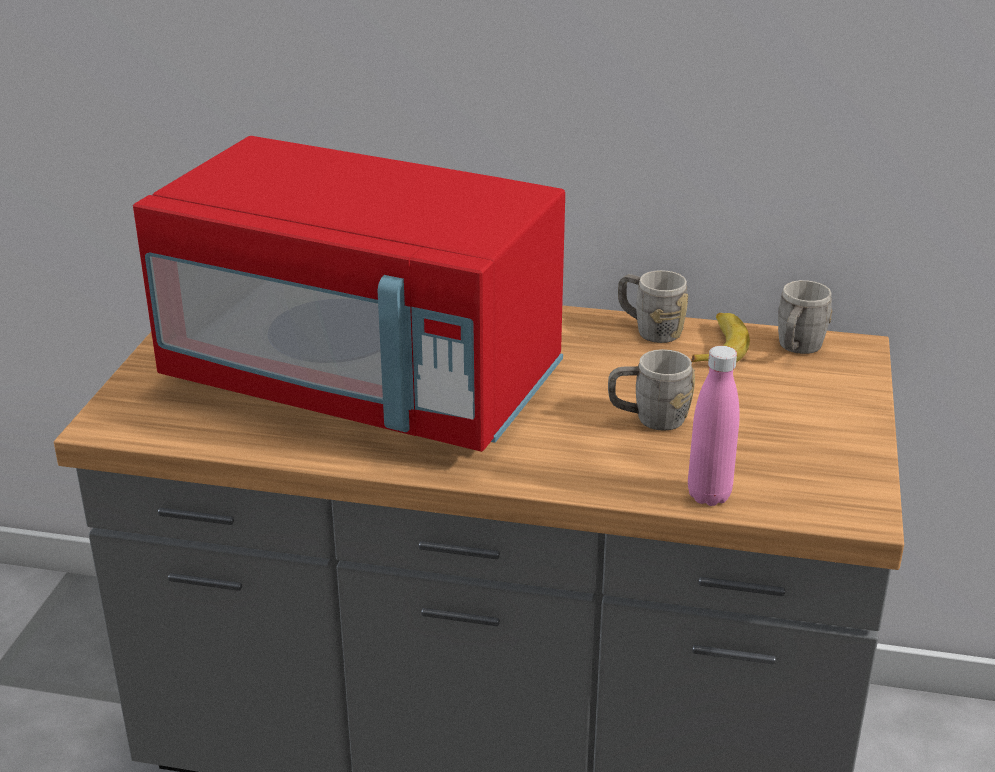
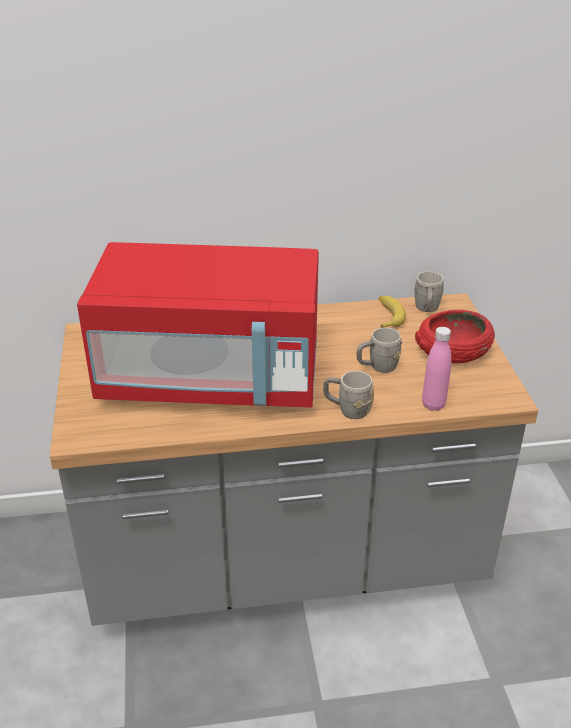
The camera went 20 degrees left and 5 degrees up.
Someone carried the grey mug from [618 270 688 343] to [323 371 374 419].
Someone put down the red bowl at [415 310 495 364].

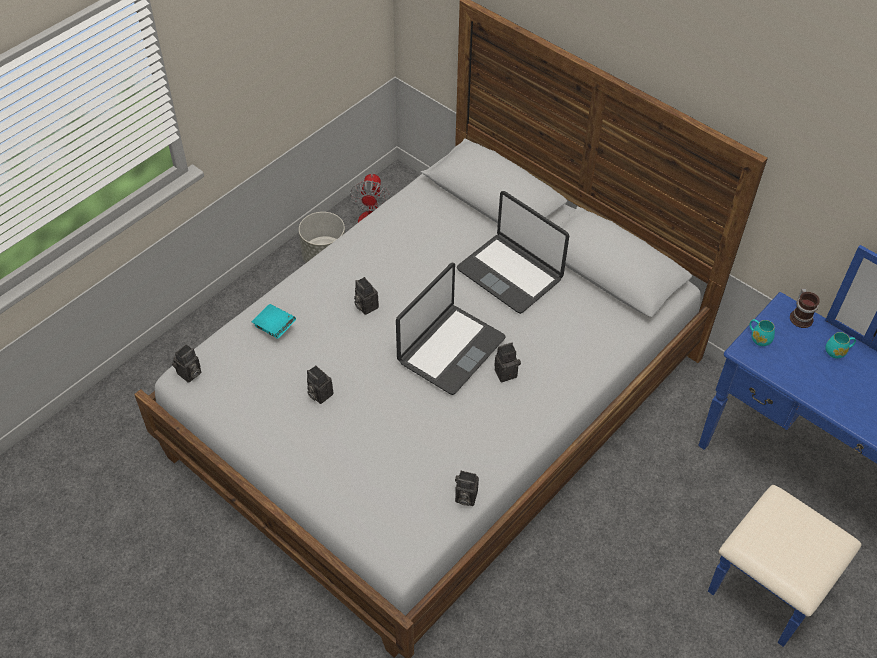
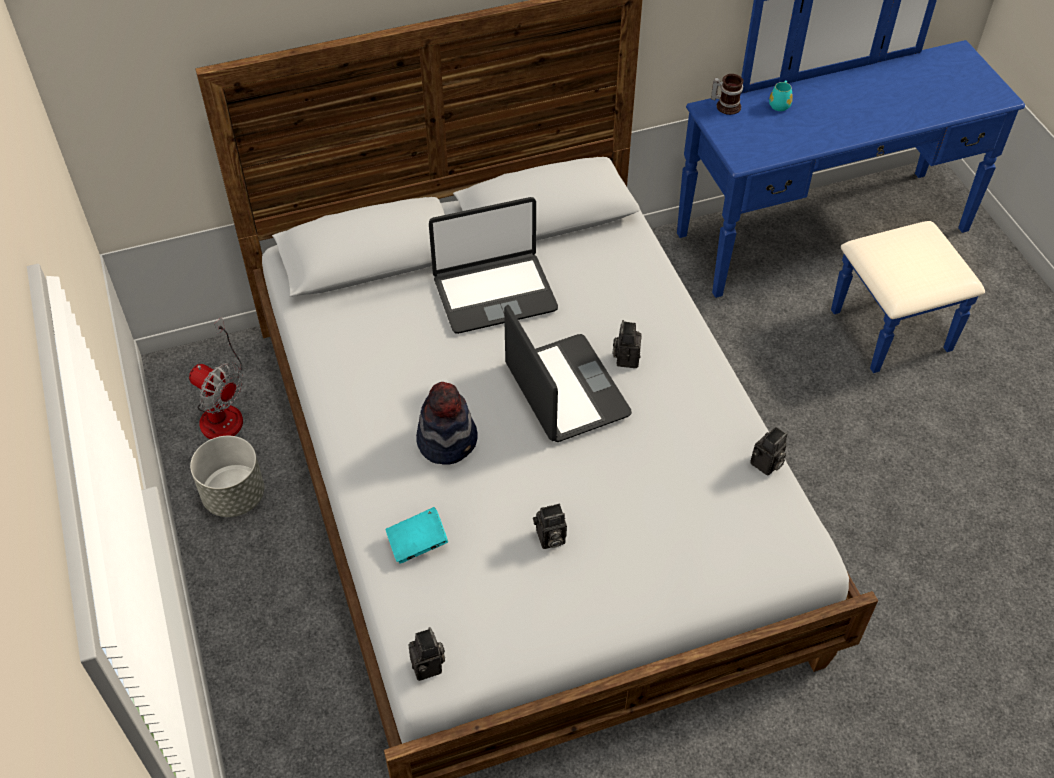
The camera went 60 degrees left and 0 degrees up.
Someone swapped the photo camera at [354 277 379 315] for the hat at [416 382 478 465].
Someone took away the turquoise mug at [749 319 775 346].

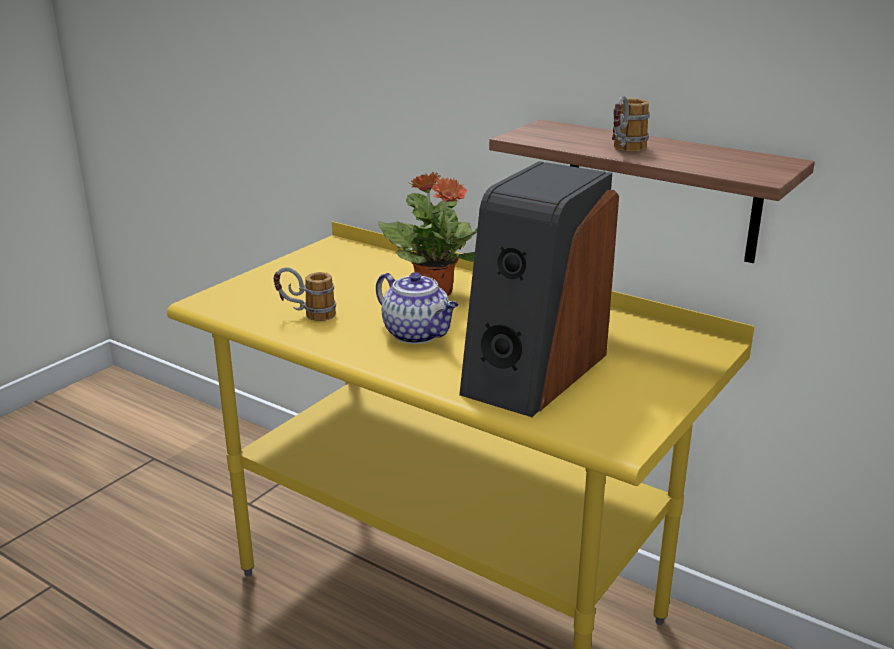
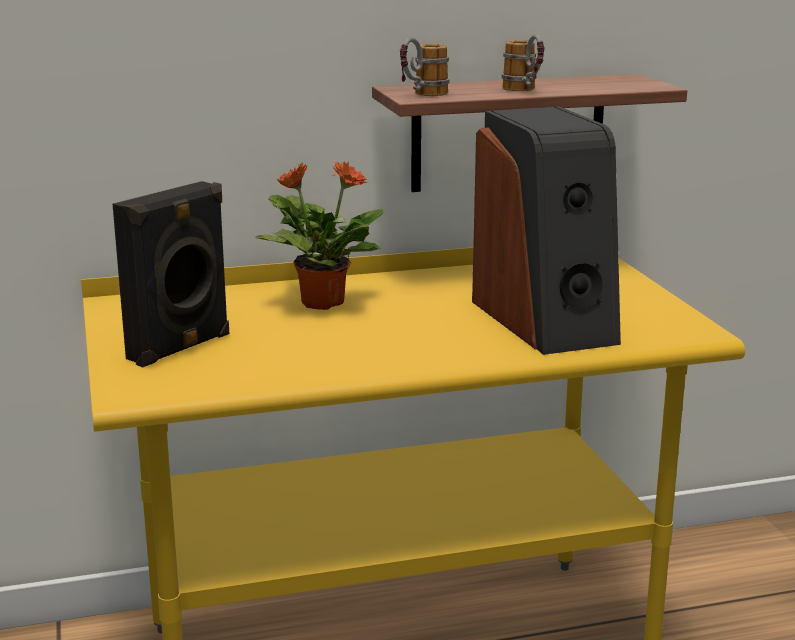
The camera went 50 degrees left and 5 degrees down.
Someone put down the black speaker at [113 181 229 367].
Someone carried the mug from [274 267 336 321] to [400 37 450 96].
Someone took away the teapot at [376 272 458 344].

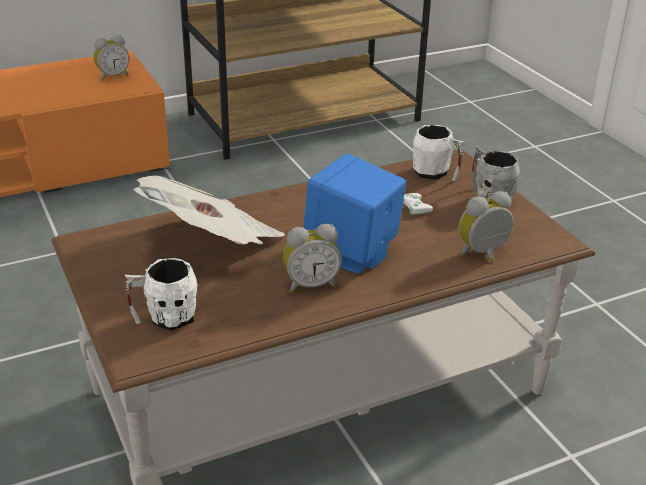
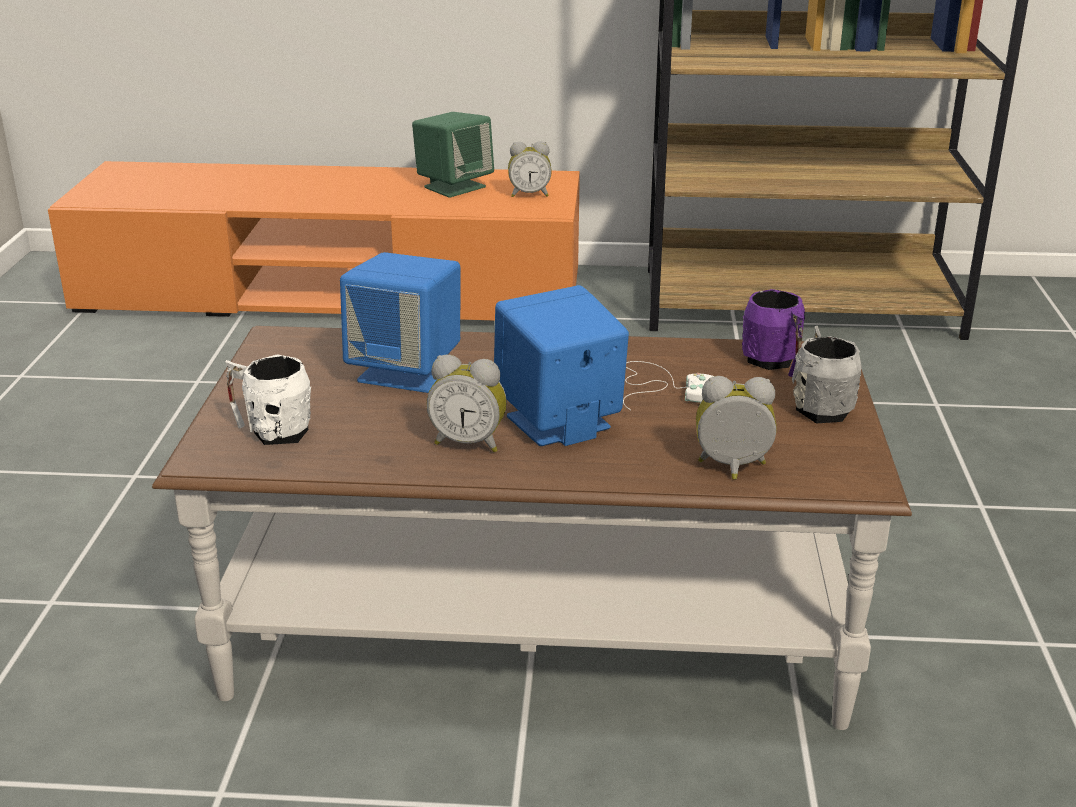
The camera went 30 degrees right and 5 degrees down.
Someone swapped the newspaper at [133 175 285 245] for the blue speaker at [340 252 460 393].
Someone put down the green speaker at [412 112 494 198].
Someone repainted the white mug at [413 125 463 181], which became the purple mug at [742 289 805 377].

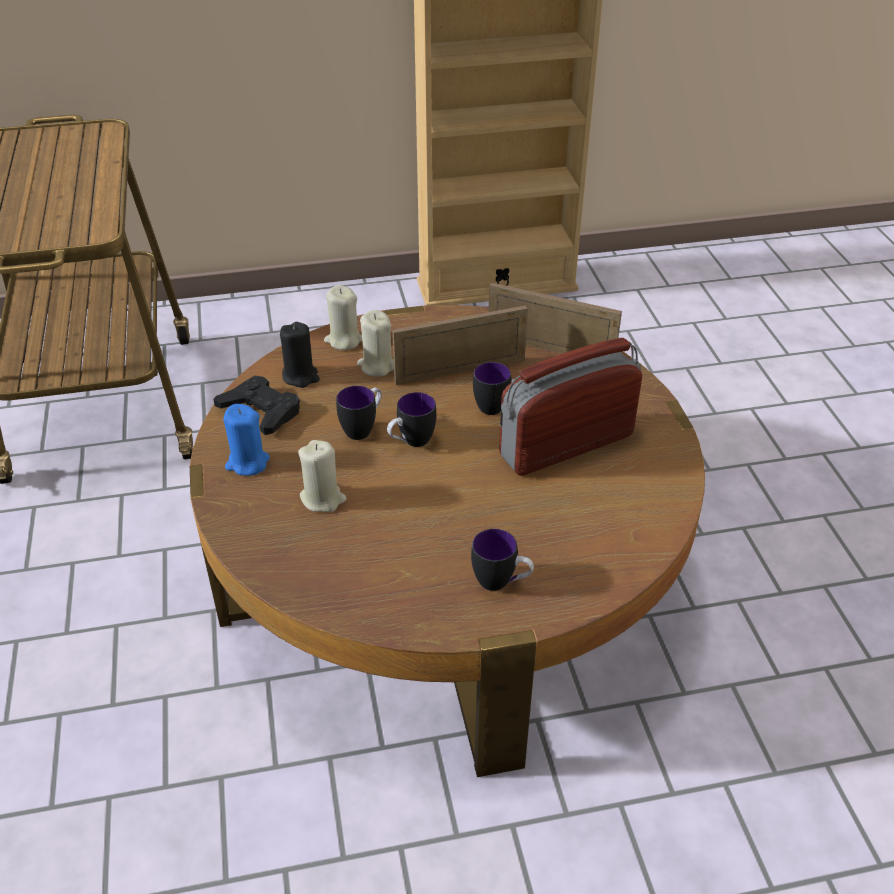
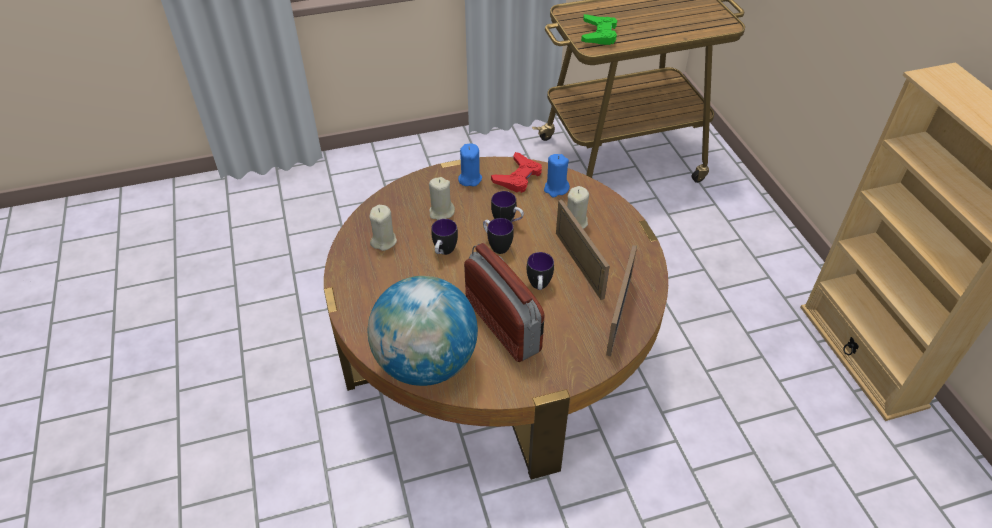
The camera went 85 degrees right and 5 degrees up.
Someone put down the globe at [368 276 478 386].
Someone carried the beige candle from [324 285 362 350] to [369 205 397 251].
Someone carried the mug from [471 529 534 591] to [431 219 458 255].
Someone repainted the black game controller at [213 376 300 435], which became the red game controller at [491 152 542 193].
Someone repainted the black candle at [280 322 320 388], which became the blue candle at [544 154 570 197].
Someone put down the green game controller at [581 14 617 45].

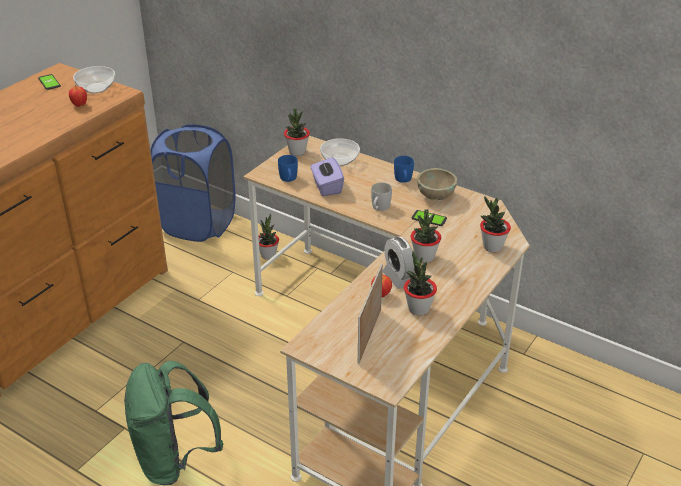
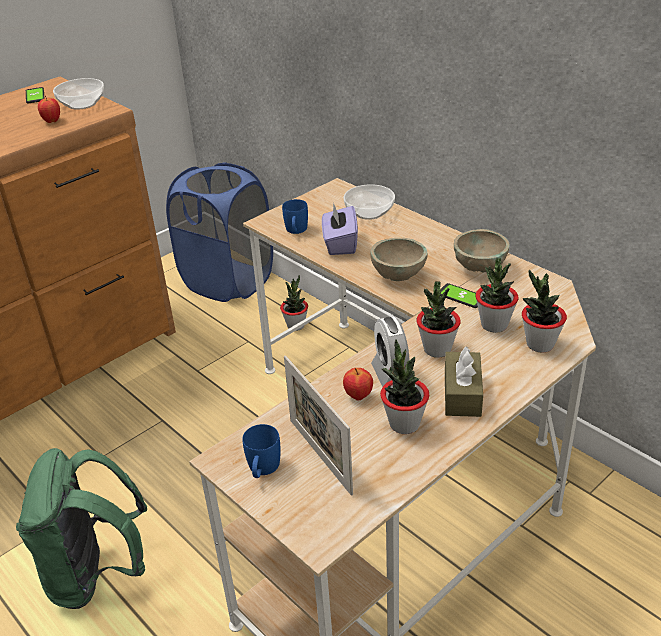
The camera went 15 degrees right and 0 degrees up.
Someone carried the blue mug from [394 156 414 183] to [242 424 281 478].
Someone rotated the picture frame at [358 264 383 364] by 60 degrees counterclockwise.
Someone swapped the white mug at [371 182 392 211] for the beige bowl at [370 238 427 281].
Someone put down the brown tissue box at [445 346 483 417].
Someone carried the potted plant from [284 108 310 156] to [475 258 519 333].

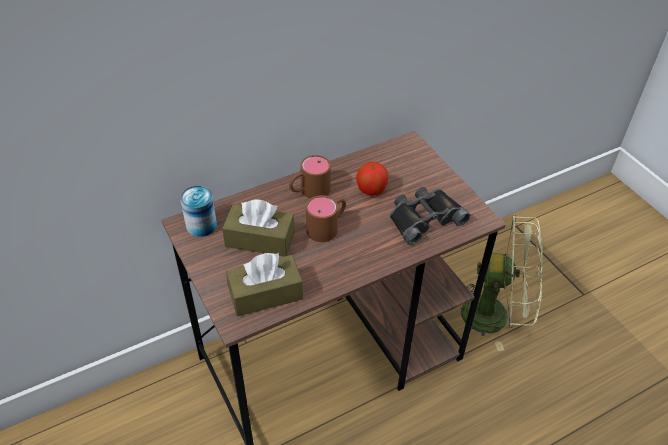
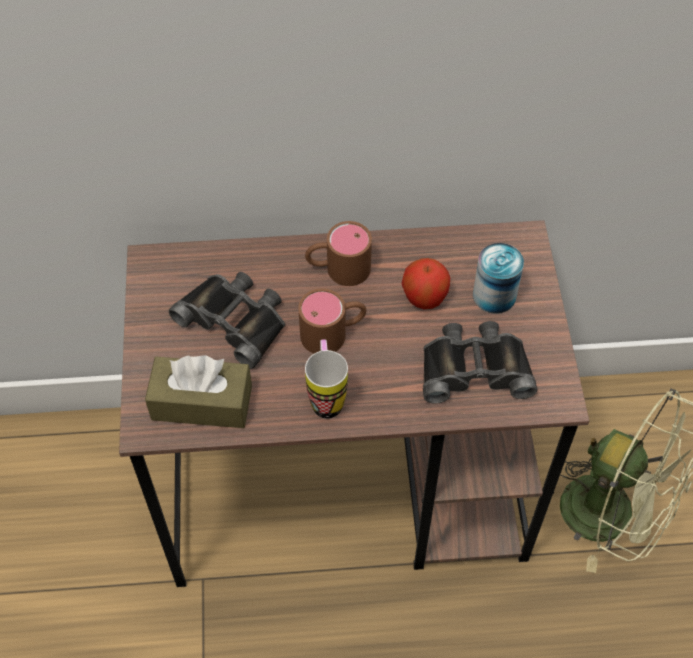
The camera went 25 degrees right and 10 degrees up.
Someone swapped the brown tissue box at [222 199 295 257] for the black binoculars at [169 272 285 369].
Someone put down the mug at [305 339 348 419].
Someone carried the can from [180 186 217 237] to [473 243 524 314].

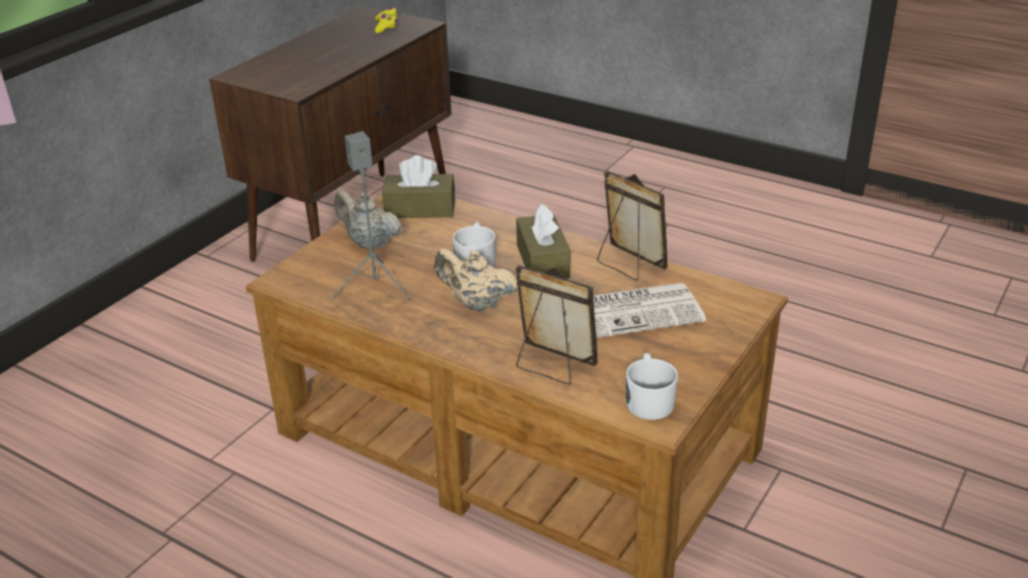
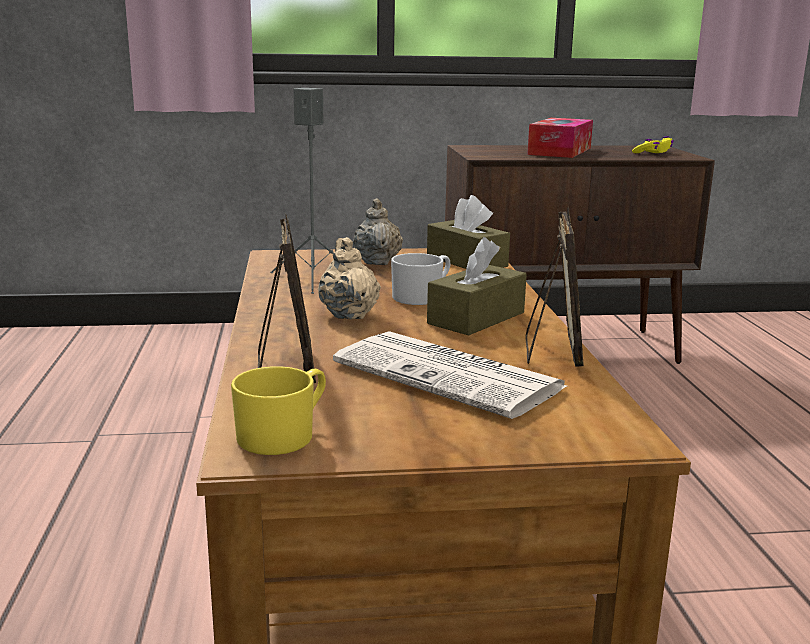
The camera went 50 degrees right and 15 degrees down.
Someone repainted the white mug at [626 353 678 420], which became the yellow mug at [231 366 326 455].
Someone put down the tissue box at [527 118 593 158].

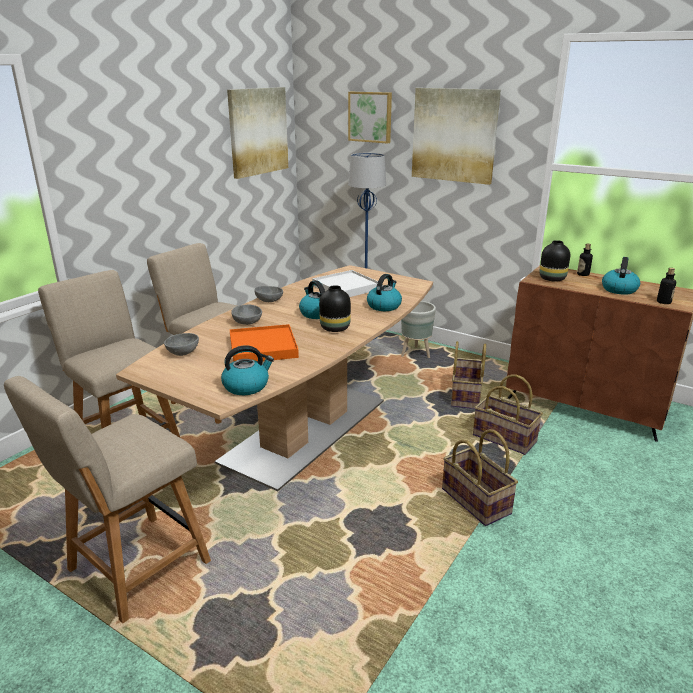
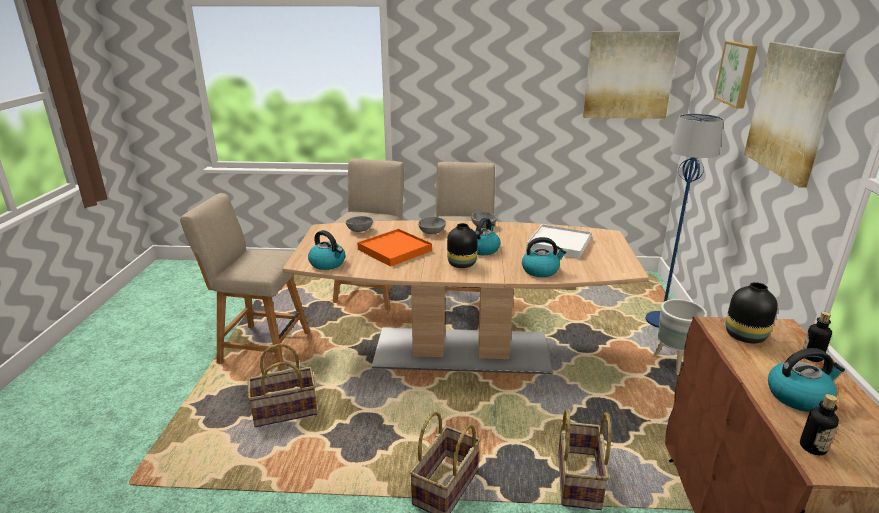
The camera went 60 degrees right and 0 degrees up.
Someone carried the basket from [451 341 486 409] to [248 343 318 427].

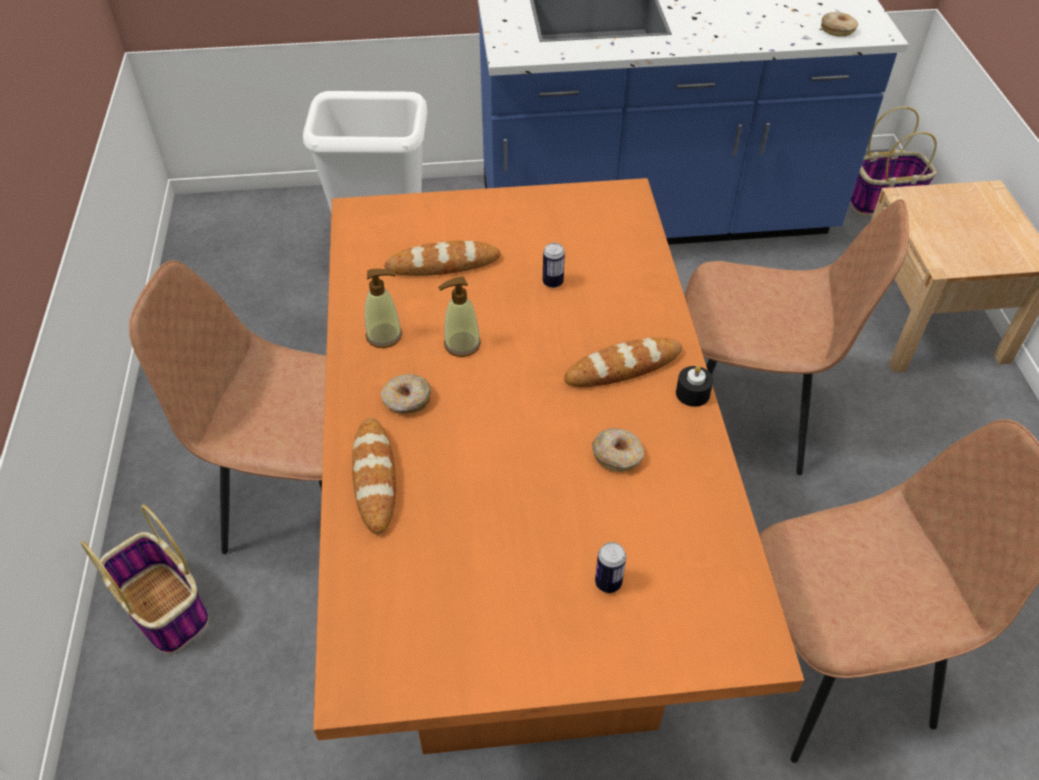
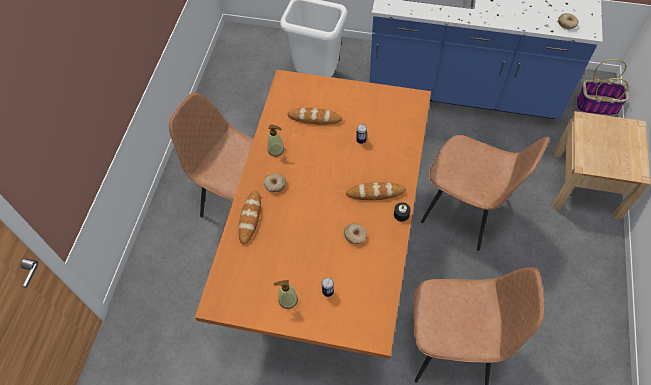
The camera went 20 degrees right and 10 degrees up.
Someone carried the soap dispenser from [438 277 481 357] to [274 280 298 309].
Someone took away the basket at [81 504 209 654].

